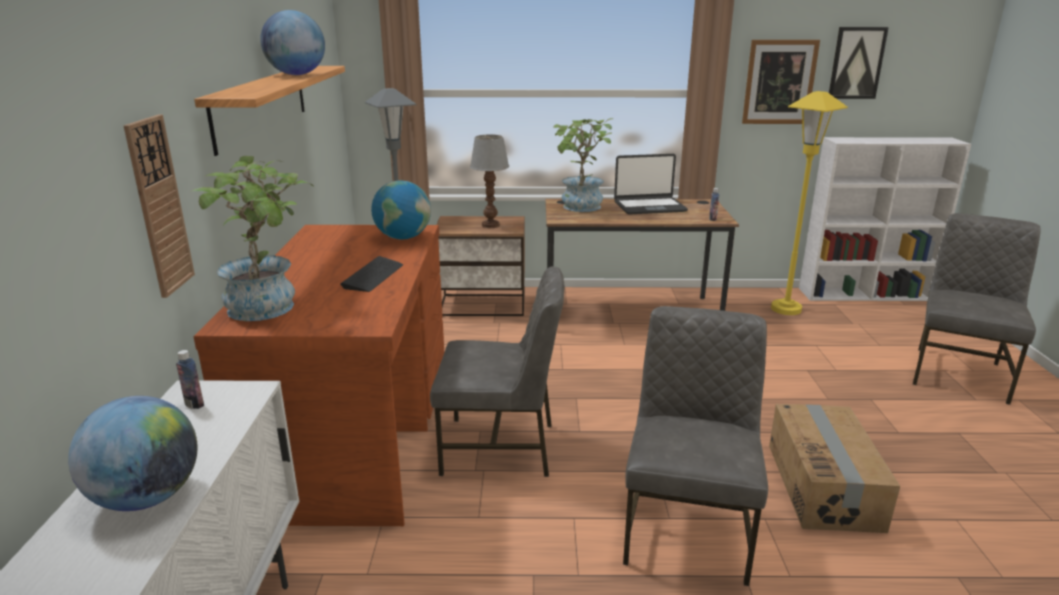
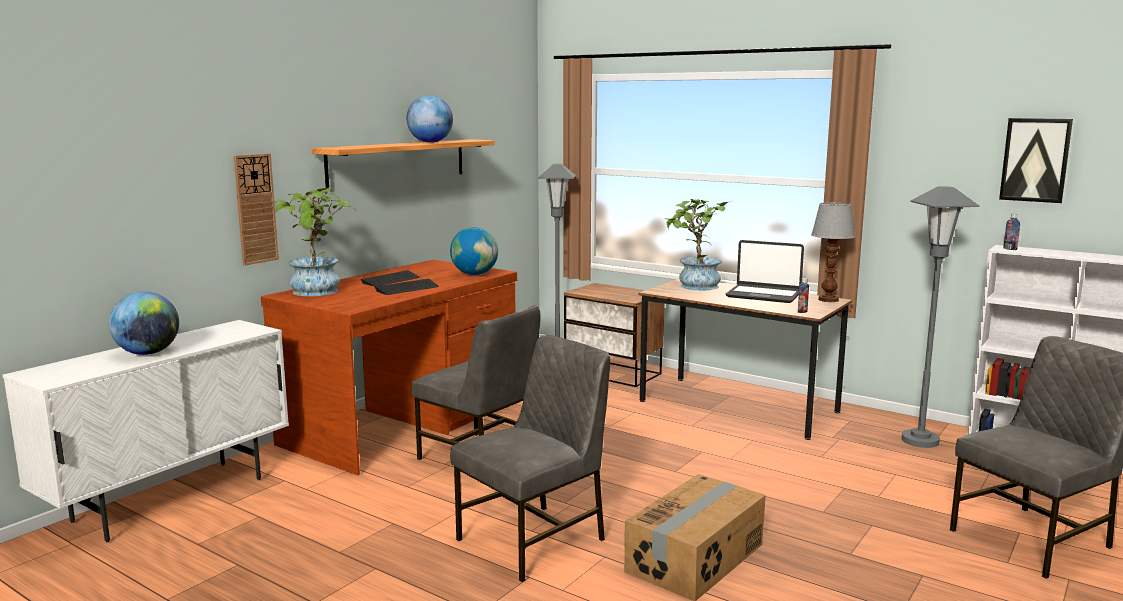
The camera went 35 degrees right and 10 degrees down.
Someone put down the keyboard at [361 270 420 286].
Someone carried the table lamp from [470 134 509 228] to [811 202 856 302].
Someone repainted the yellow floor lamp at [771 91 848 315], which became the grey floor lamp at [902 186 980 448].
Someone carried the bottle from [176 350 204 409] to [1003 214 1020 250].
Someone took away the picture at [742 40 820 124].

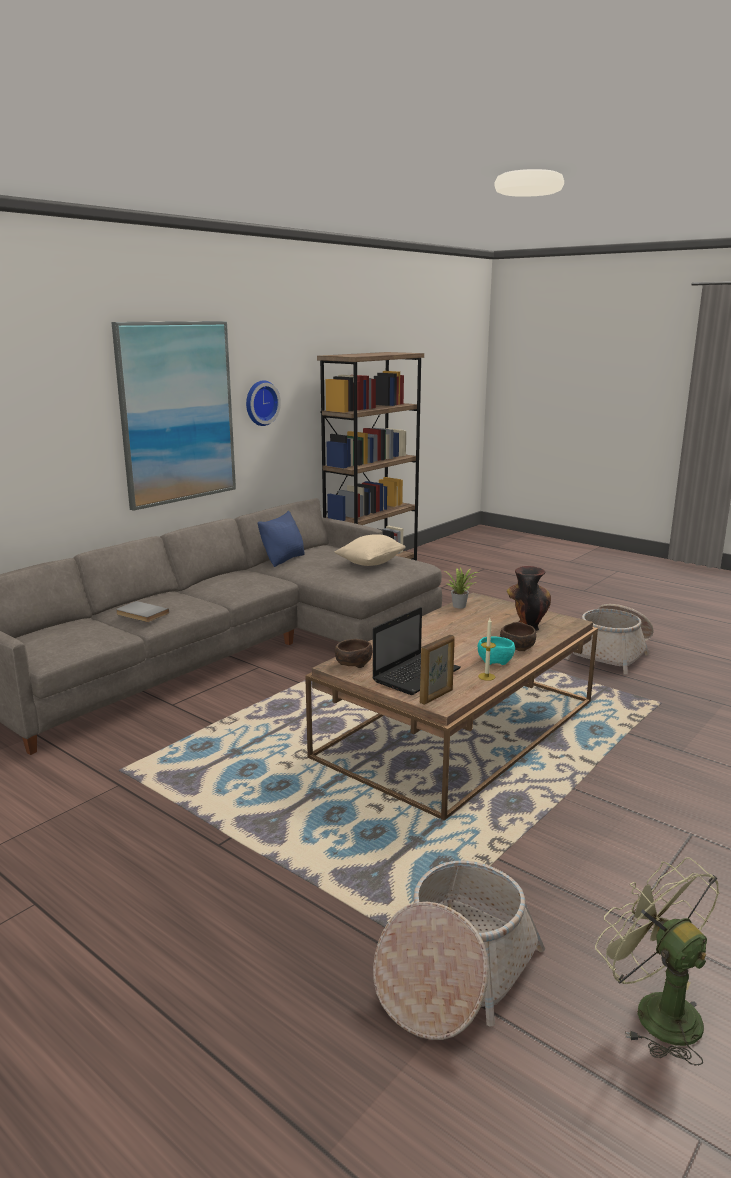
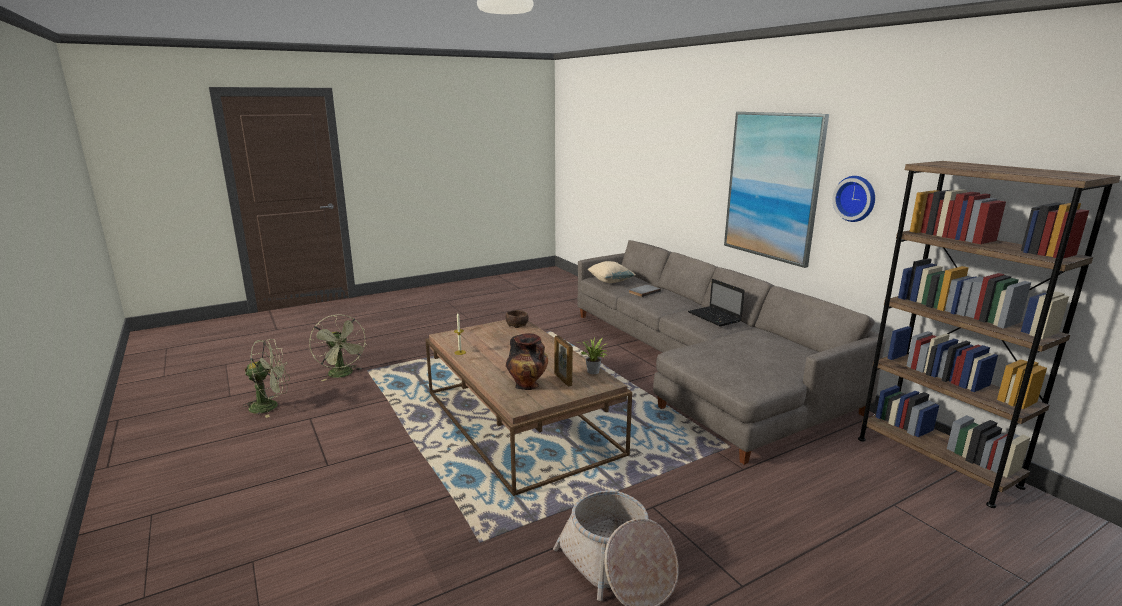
The camera went 110 degrees right and 0 degrees up.
Someone swapped the basket at [373 860 545 1040] for the green fan at [309 314 367 381].
Someone carried the picture frame from [420 635 455 705] to [555 335 573 387].
Someone carried the beige pillow from [334 534 406 566] to [587 261 636 283].
Someone carried the laptop from [372 607 461 695] to [688 279 745 326].
Someone took away the blue pillow at [258 511 305 567].
Someone took away the turquoise bowl at [478 636 515 665].
Someone took away the brown bowl at [500 622 537 651].

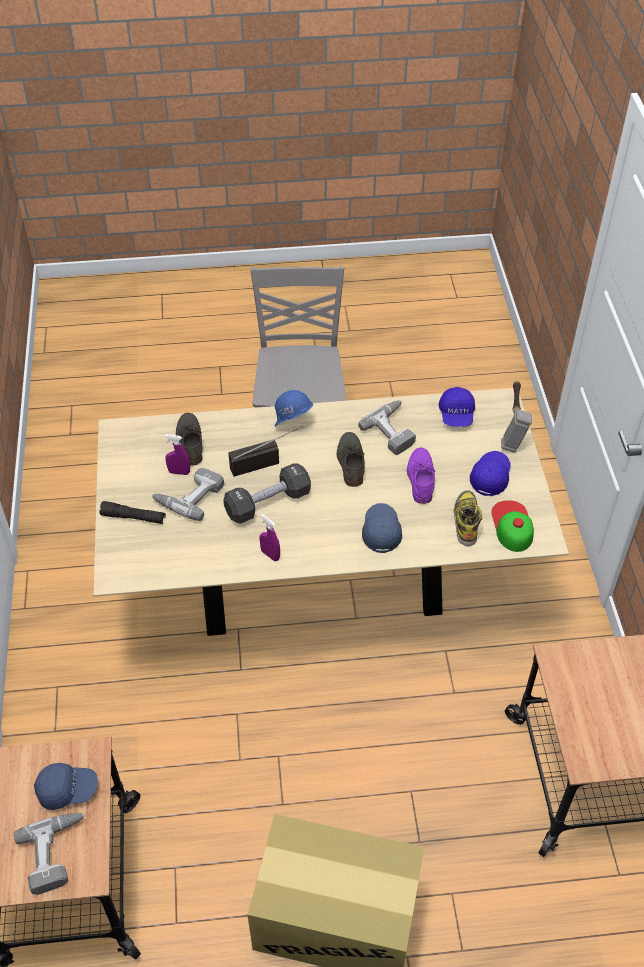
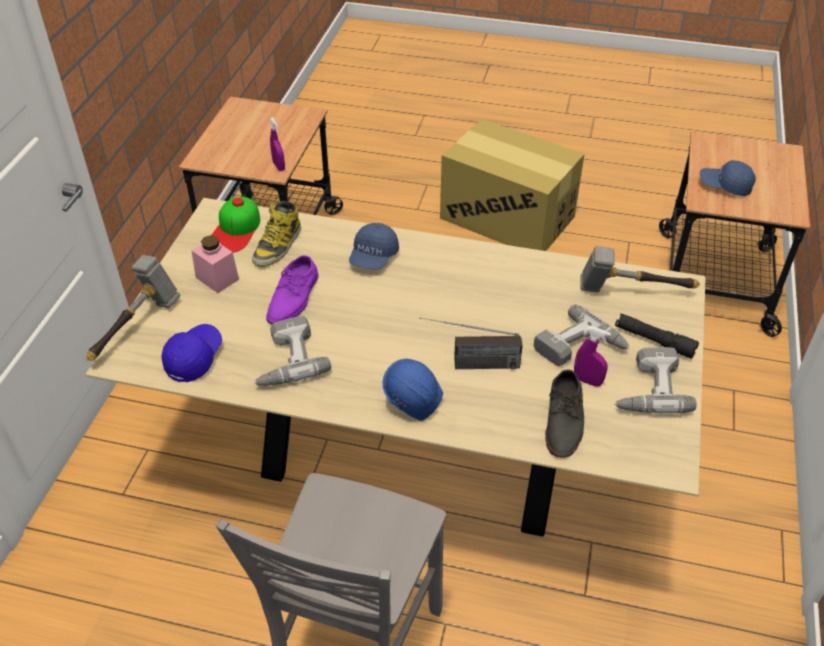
The camera went 160 degrees left and 5 degrees down.
Someone swapped the blue cap at [470 451 511 496] for the pink jar at [192 235 239 293].
Someone carried the purple spray bottle from [260 514 280 561] to [269 117 285 171].
Someone put down the hammer at [580 246 700 293].
Someone carried the power drill from [14 813 85 895] to [614 347 697 415].
Someone took away the black dumbbell at [223 463 311 523].
Someone took away the grey shoe at [337 432 365 487].

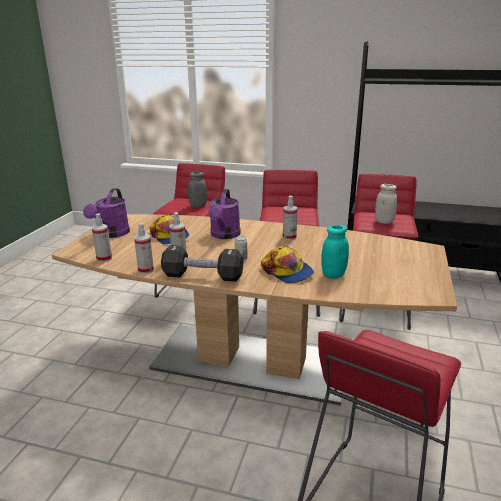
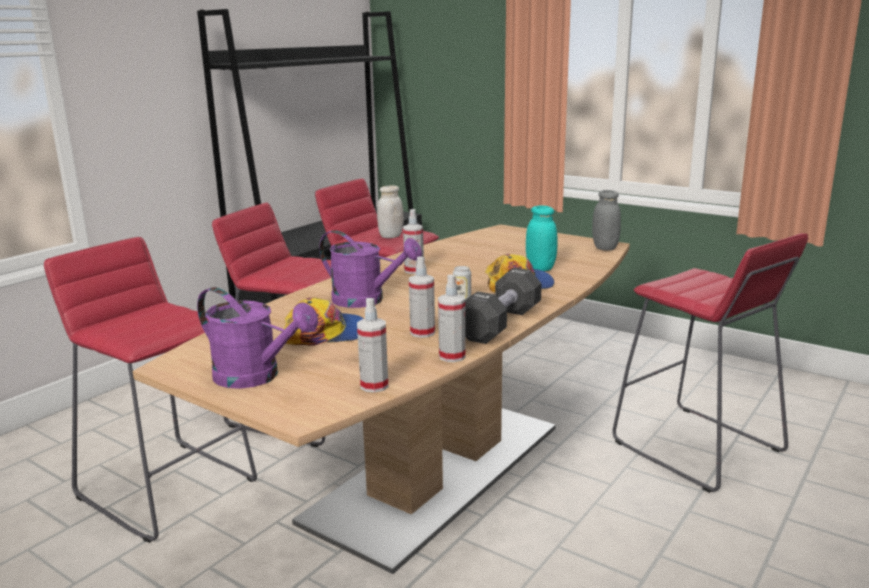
The camera went 70 degrees left and 5 degrees down.
Someone carried the grey jar from [188 172 207 208] to [592 190 621 250].

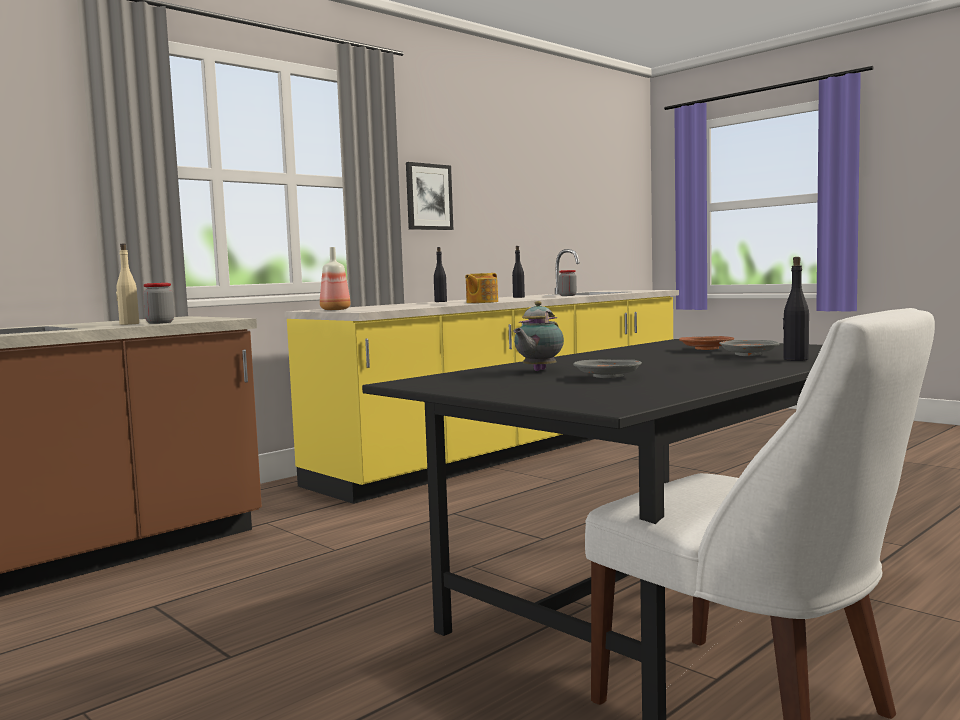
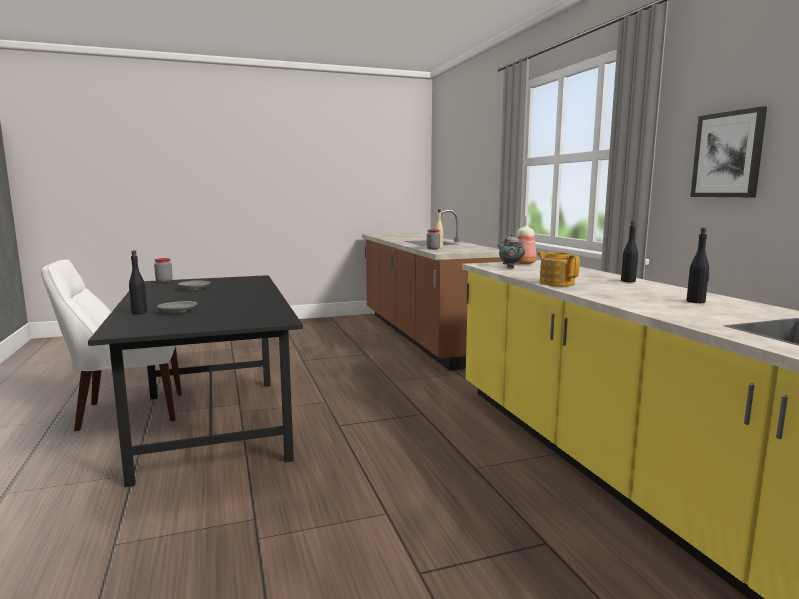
The camera went 115 degrees right and 5 degrees up.
Someone carried the jar from [559 270 577 296] to [154 258 173 283].
Someone carried the teapot from [514 301 564 371] to [497 234 525 268].
Someone took away the brown plate at [679 336 734 350].

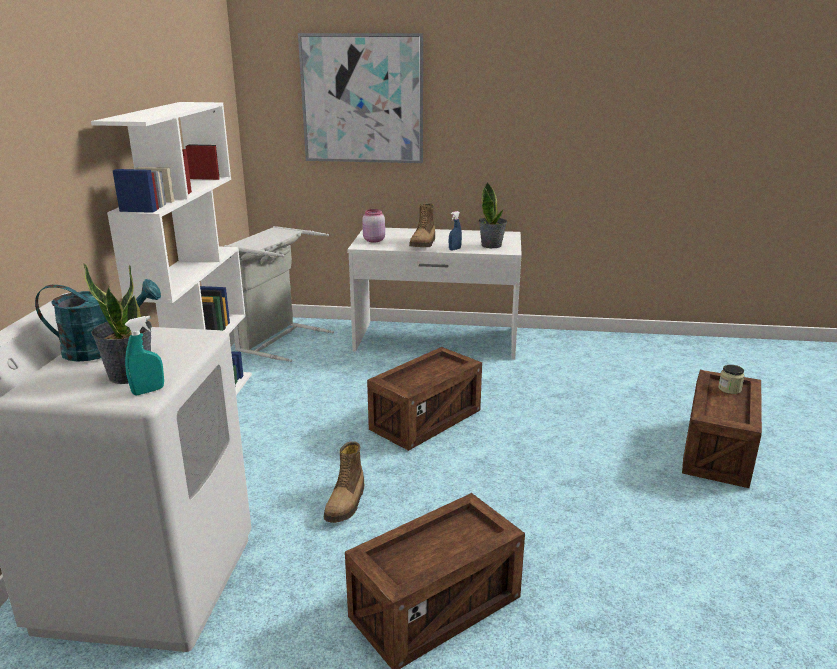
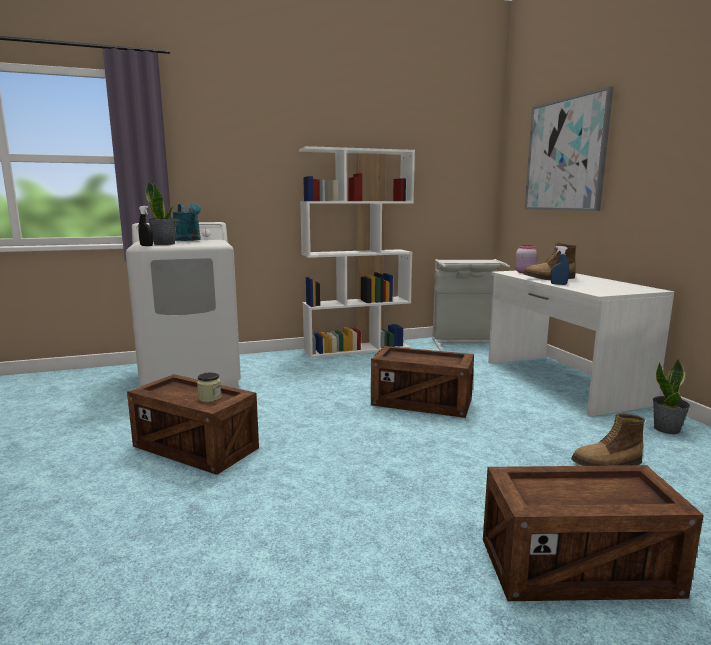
The camera went 65 degrees right and 10 degrees down.
Someone repainted the turquoise spray bottle at [125 316 164 395], which became the black spray bottle at [138 206 153 246].
Someone carried the jar from [718 365 745 394] to [197 372 222 402].
Someone carried the boot from [324 441 364 523] to [571 414 645 466].
Someone carried the potted plant from [479 181 507 248] to [653 358 690 434].

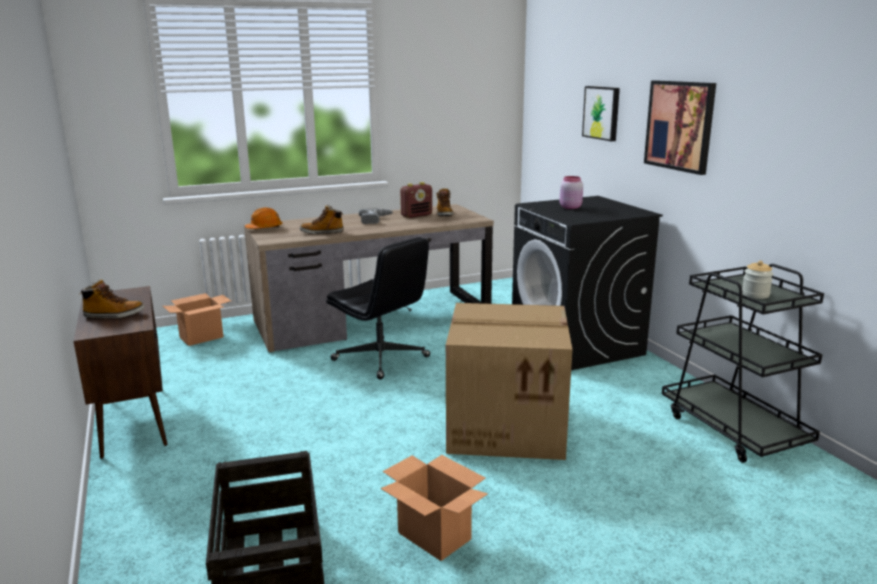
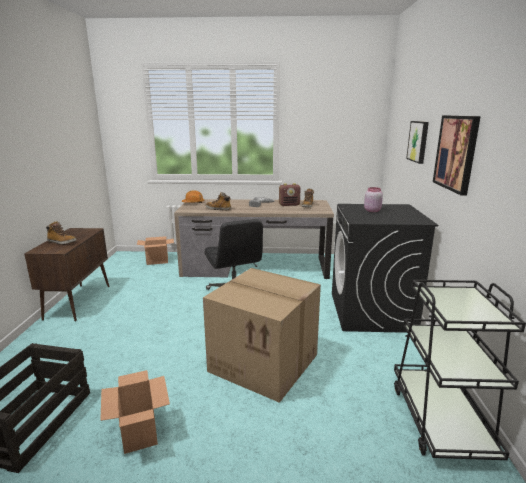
The camera went 25 degrees right and 0 degrees up.
Someone took away the jar at [742 261 773 299].

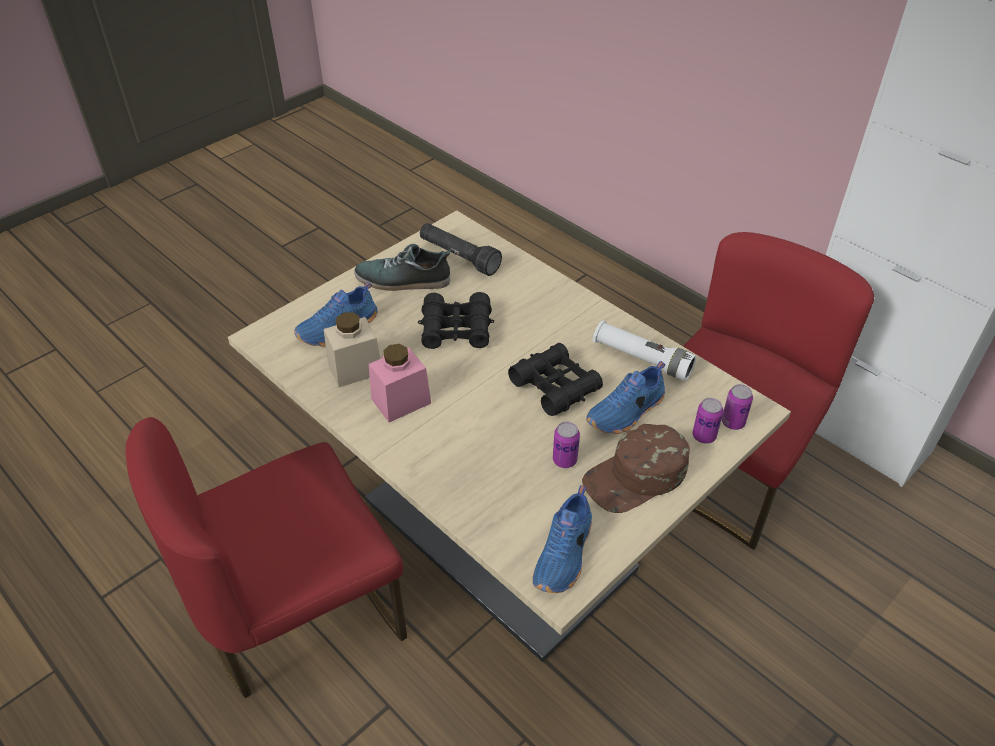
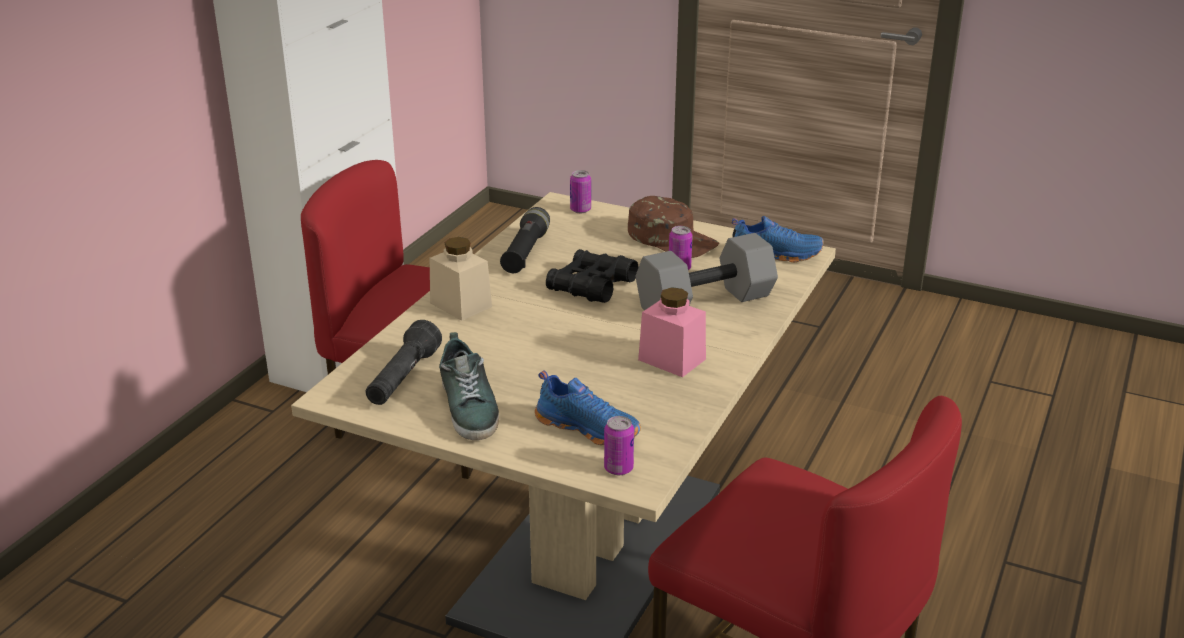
The camera went 110 degrees left and 15 degrees down.
Someone carried the beige jar from [324 312 380 387] to [430 237 492 321].
Someone repainted the white flashlight at [592 320 696 381], which became the black flashlight at [500 207 550 273].
Someone carried the can from [693 398 723 444] to [604 416 634 475].
Someone put down the grey dumbbell at [636 233 778 311].
Someone took away the black binoculars at [418 292 494 349].
Someone took away the blue shoe at [586 361 665 434].

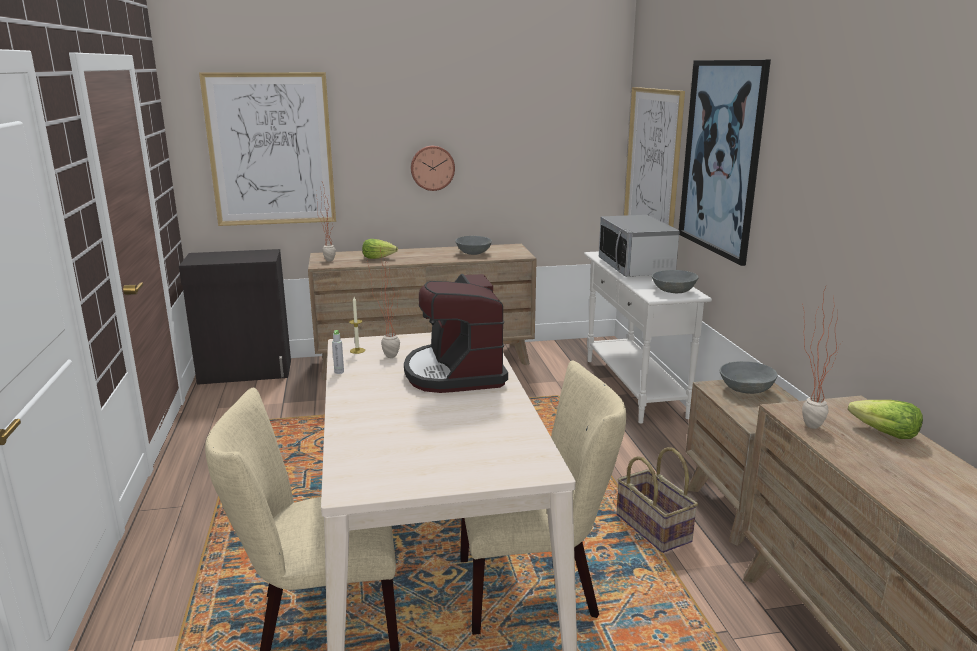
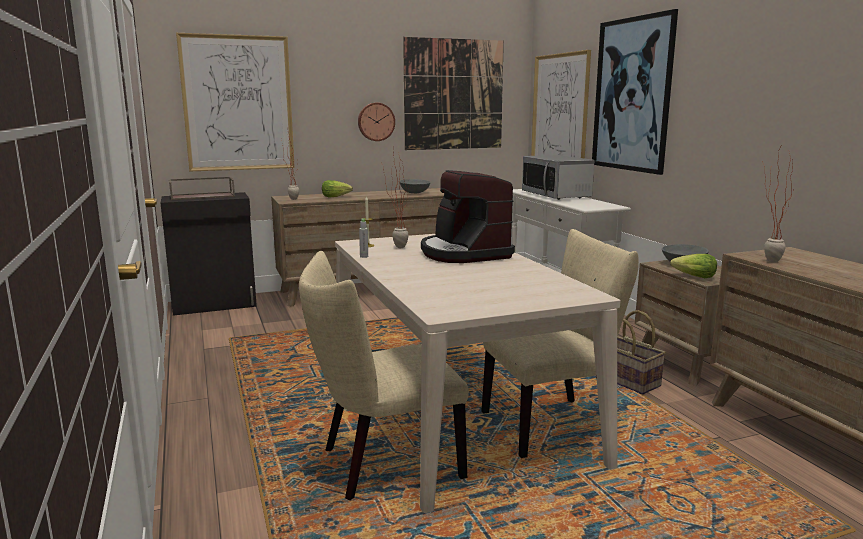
The camera went 10 degrees left and 5 degrees down.
Someone put down the brown tray at [169 177 235 200].
Someone put up the picture at [403 37 504 150].
Someone carried the lettuce from [848 400 923 439] to [670 254 717 278].
Someone took away the grey bowl at [652 270 698 293].

